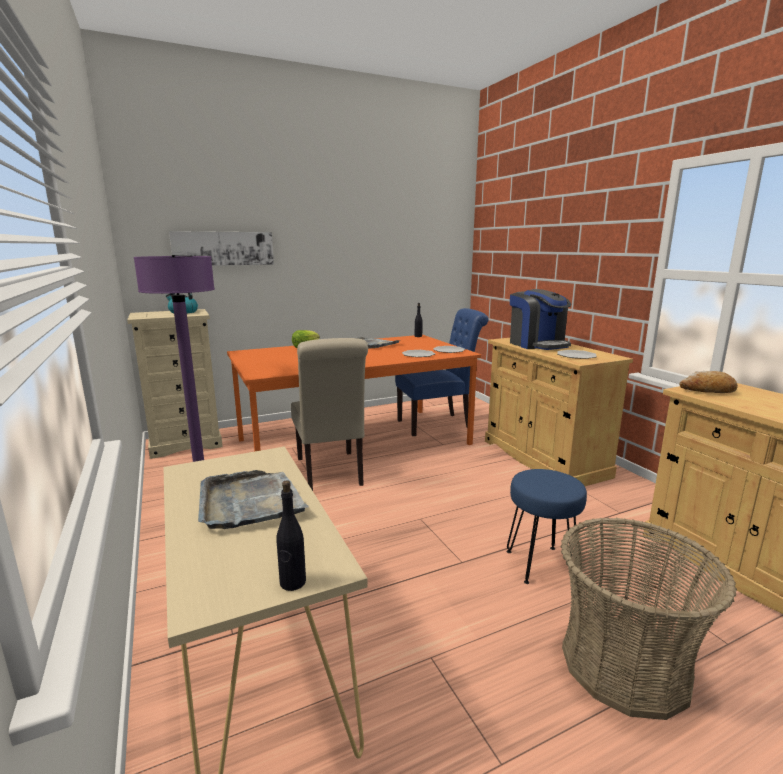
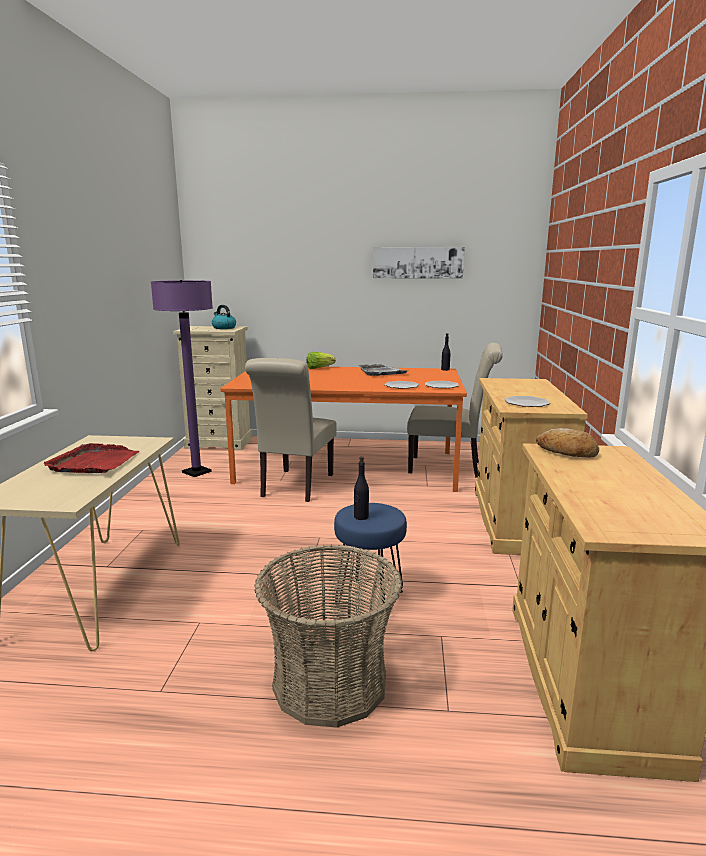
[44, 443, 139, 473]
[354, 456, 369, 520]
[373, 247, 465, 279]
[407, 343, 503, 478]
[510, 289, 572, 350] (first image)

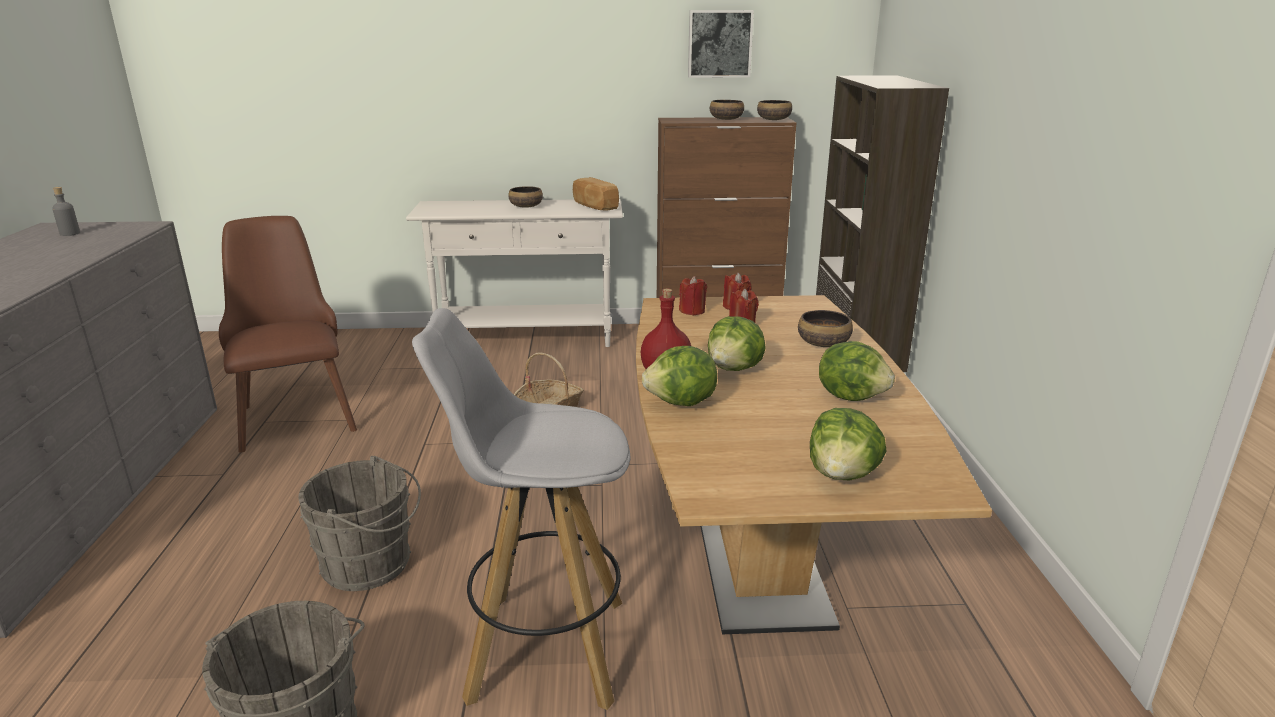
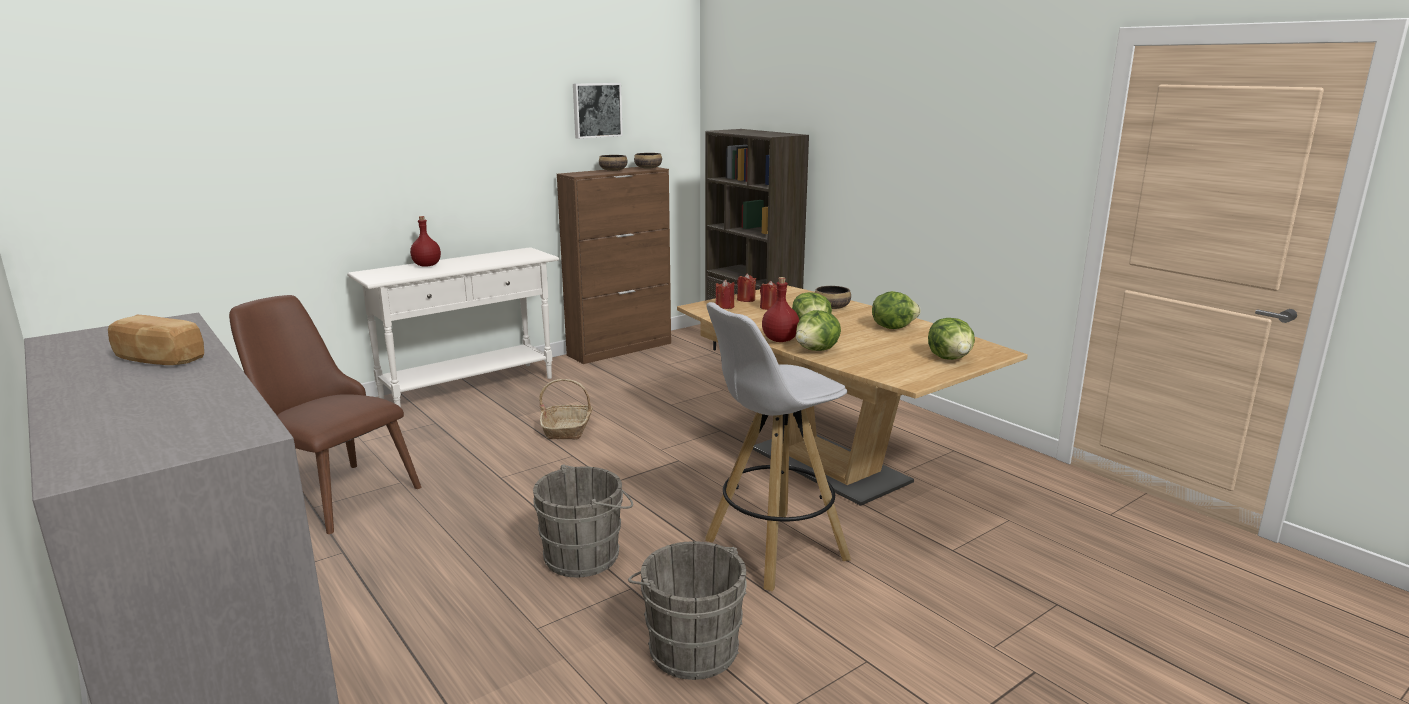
[108, 315, 204, 365]
[410, 216, 441, 267]
[52, 187, 80, 236] (first image)
[508, 186, 543, 208] (first image)

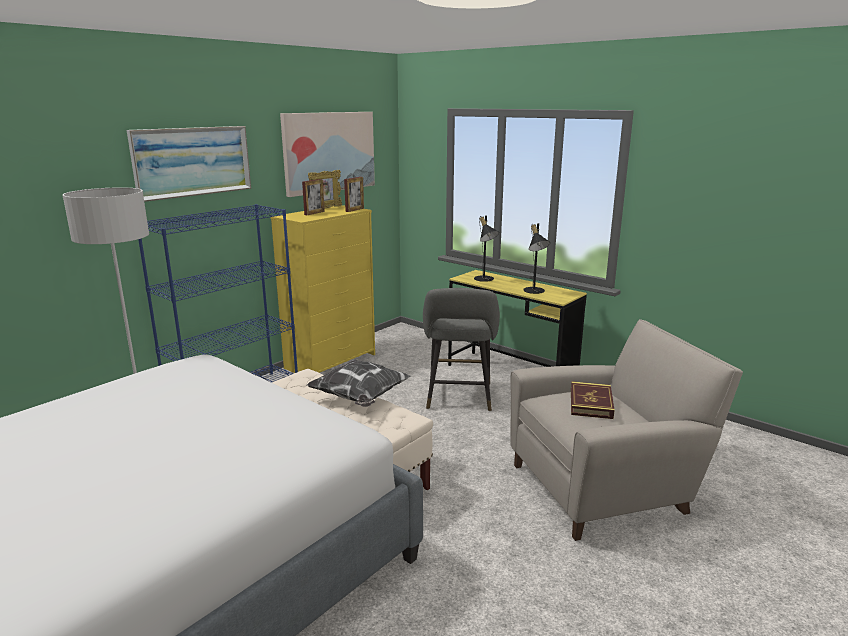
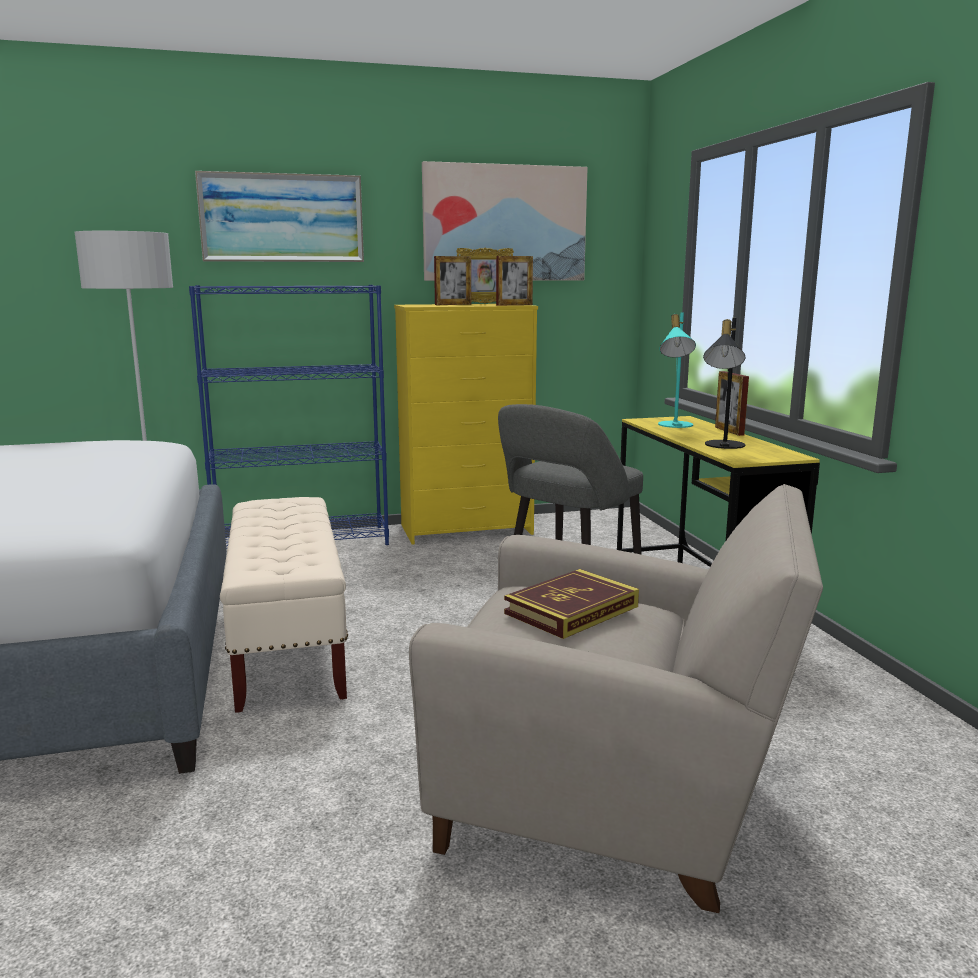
[658, 312, 696, 428]
[715, 371, 749, 436]
[307, 359, 411, 407] (first image)

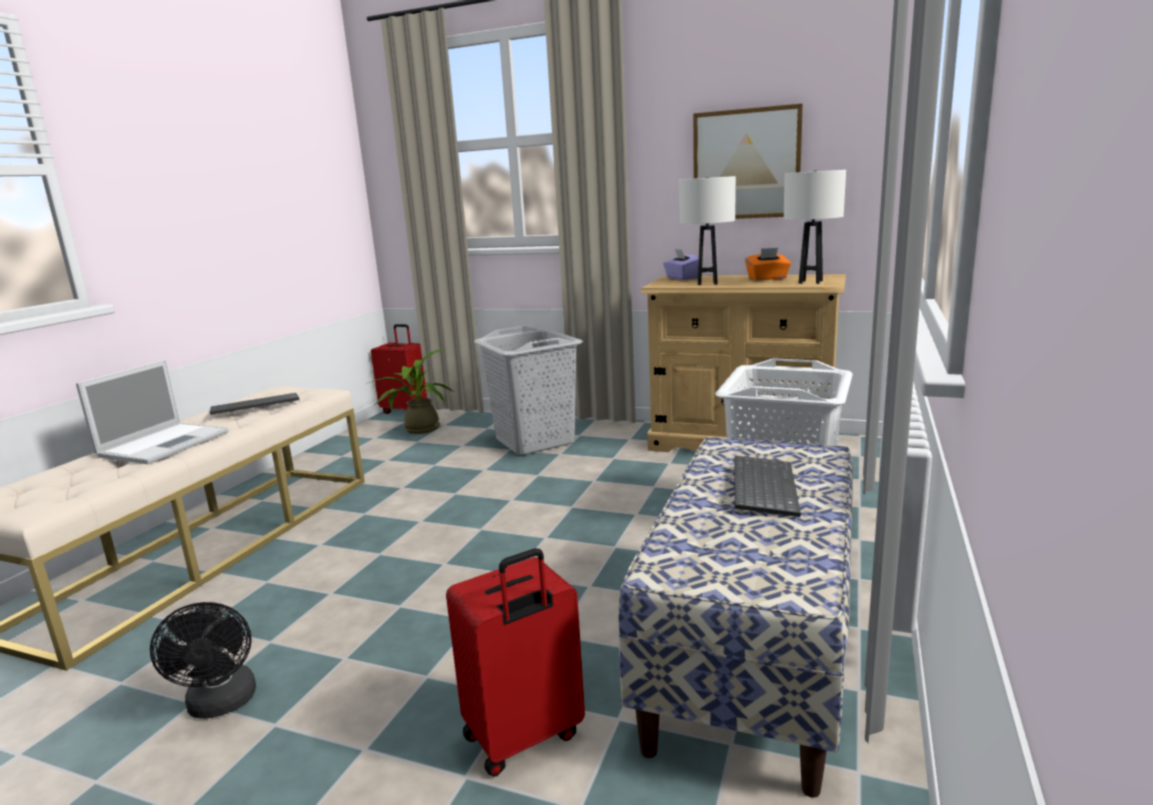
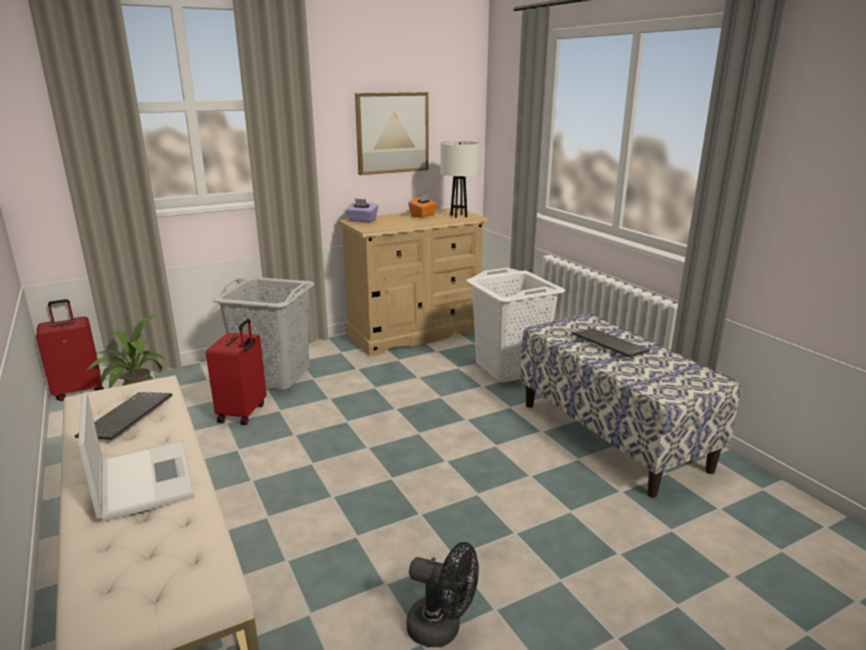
[206, 319, 266, 425]
[679, 176, 736, 285] (first image)

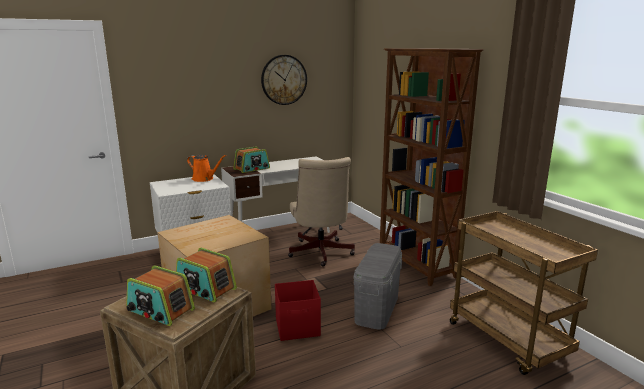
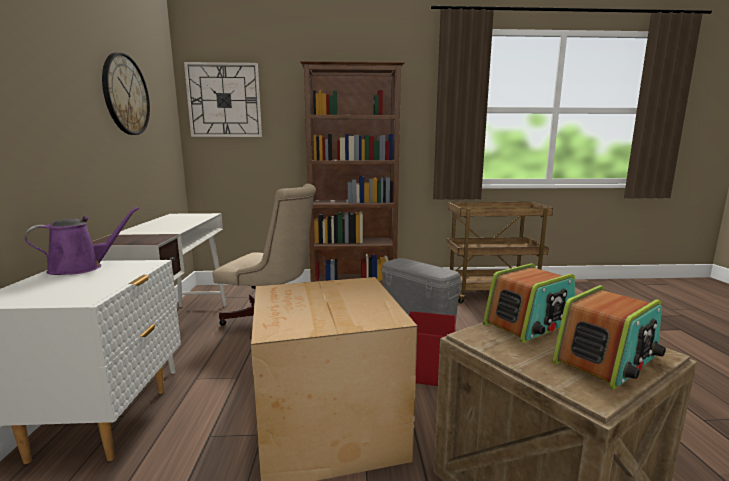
[25, 207, 140, 275]
[184, 62, 262, 137]
[233, 147, 270, 173] (first image)

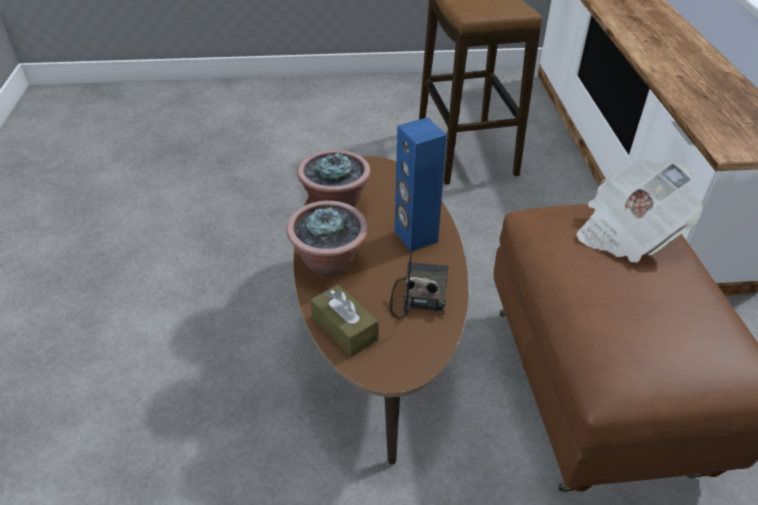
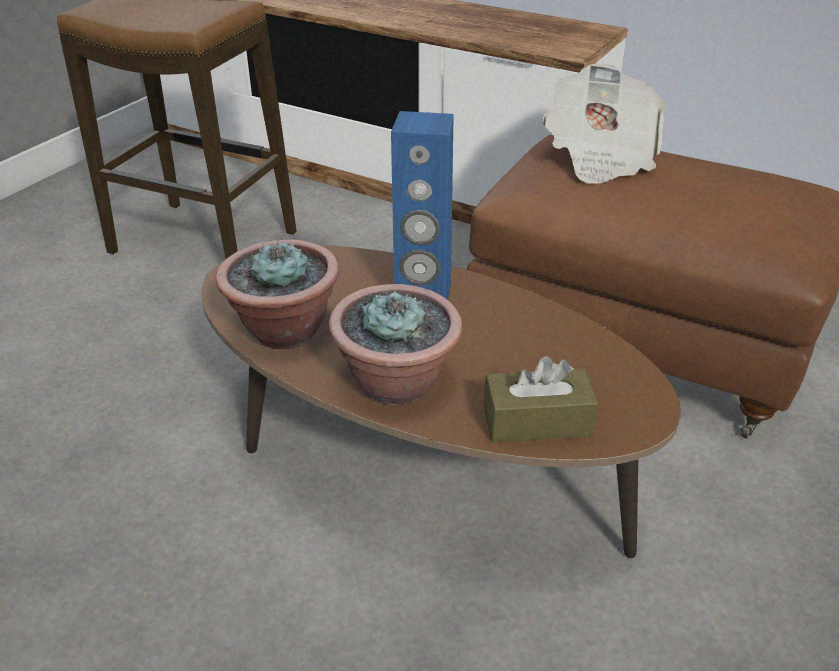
[390, 250, 448, 319] (first image)

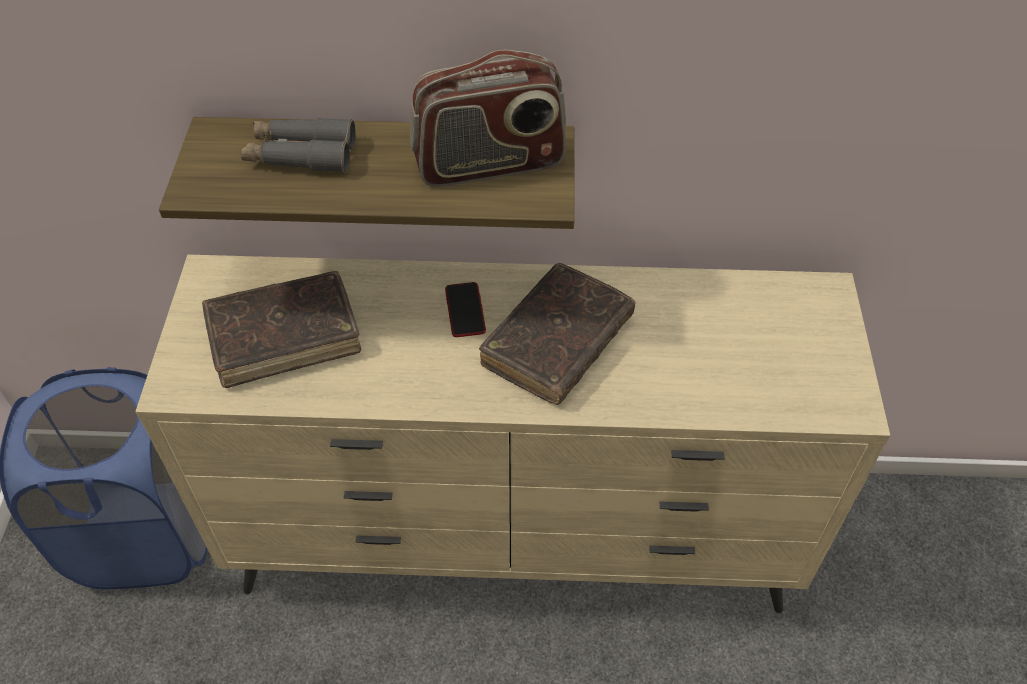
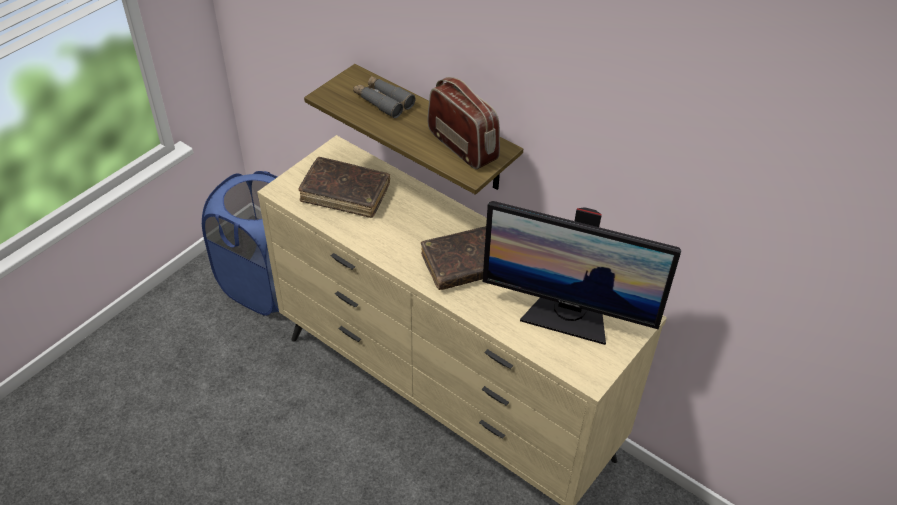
[428, 77, 500, 169]
[483, 201, 681, 345]
[445, 282, 486, 337] (first image)

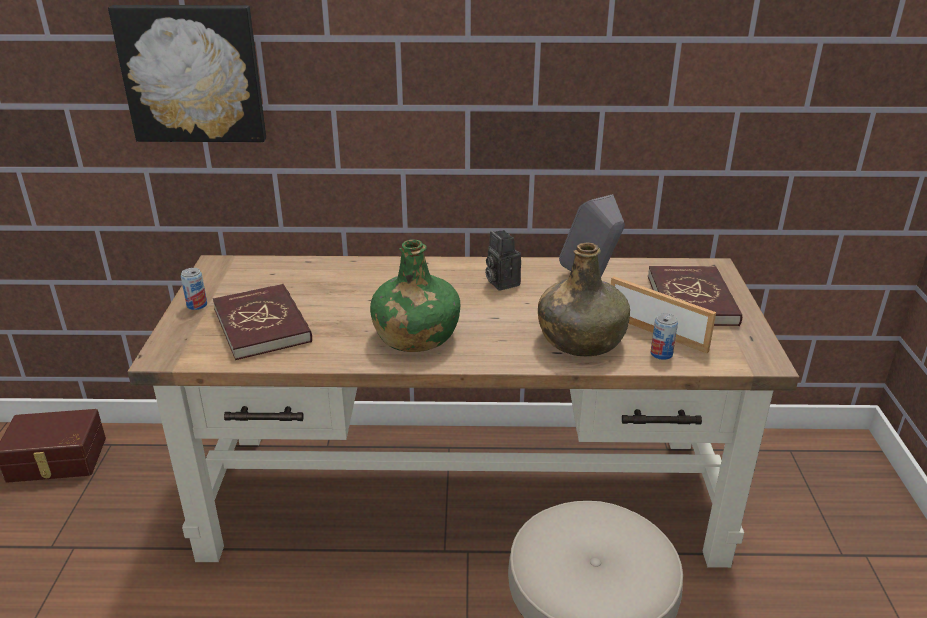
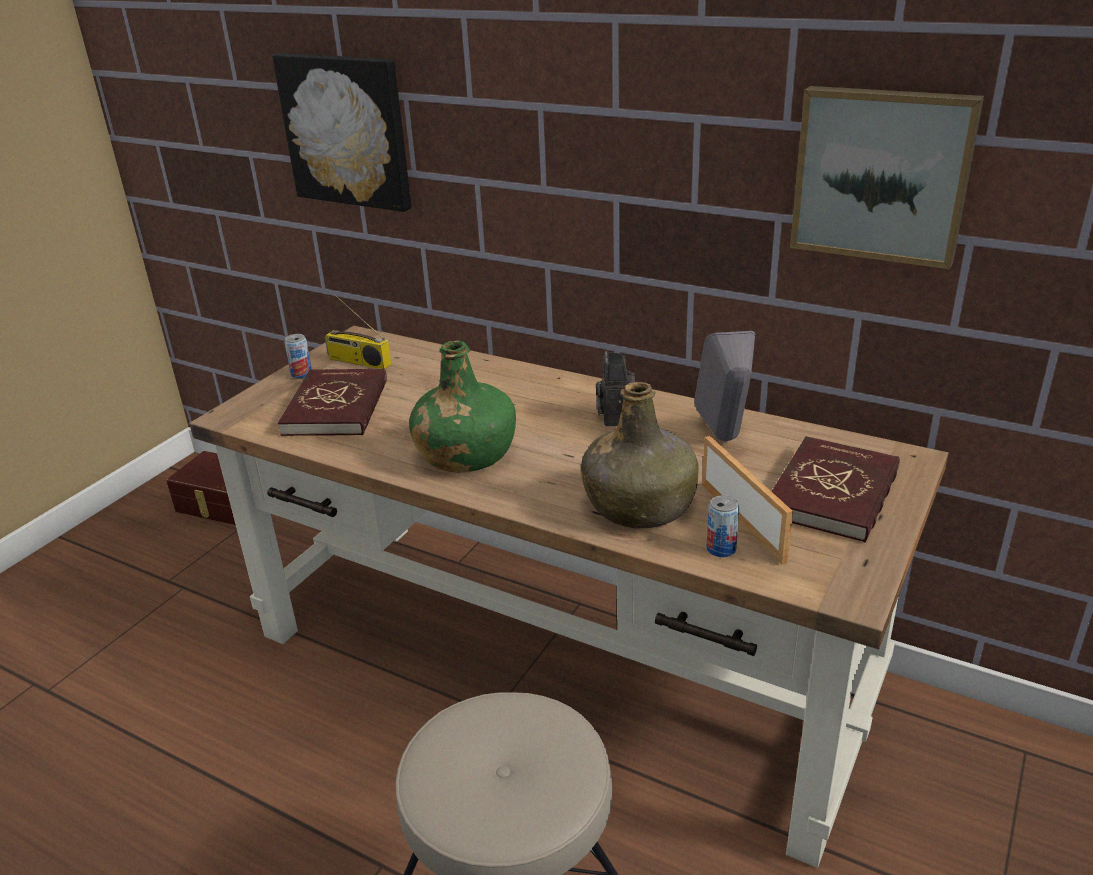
[325, 294, 391, 369]
[790, 86, 984, 269]

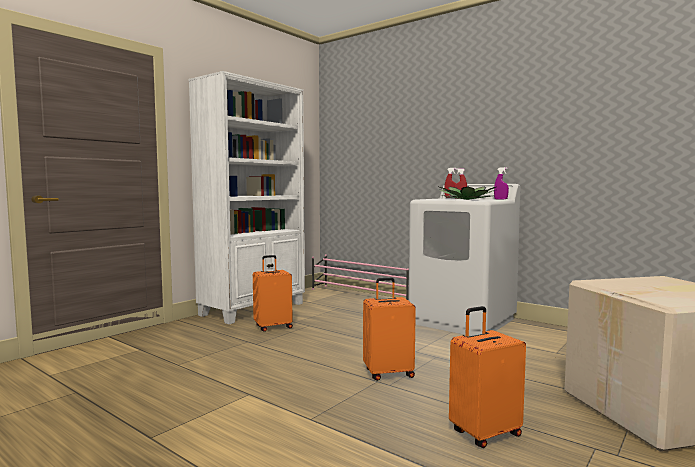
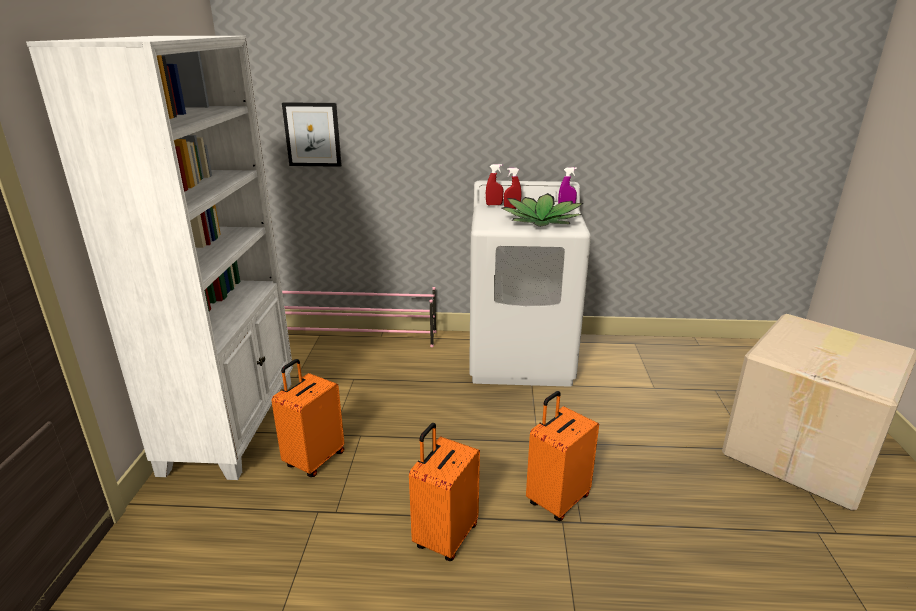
[282, 102, 342, 167]
[409, 423, 480, 561]

